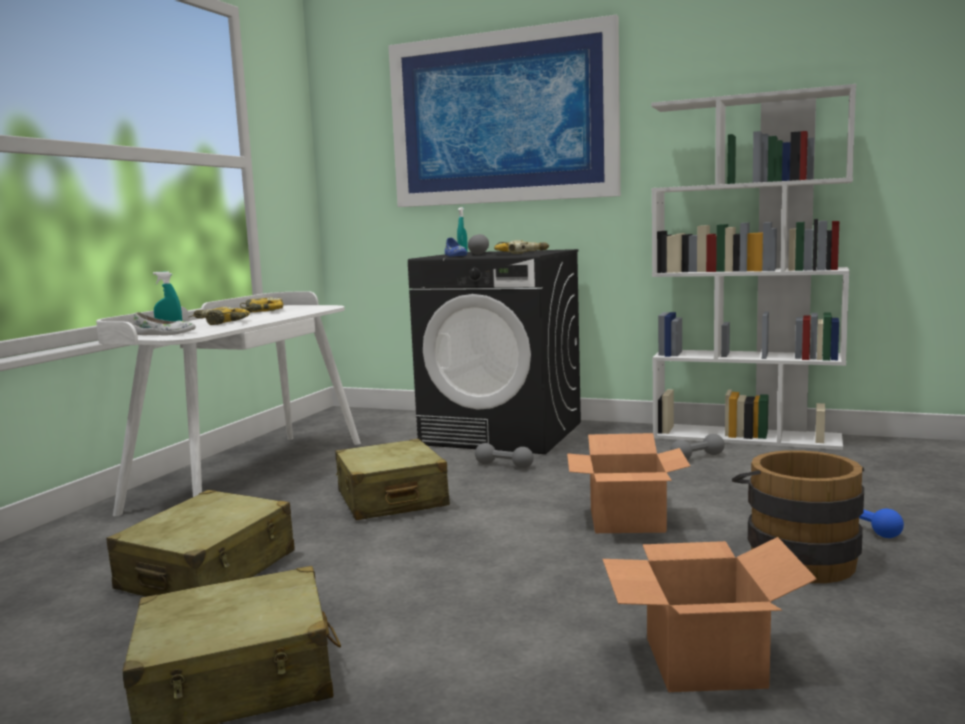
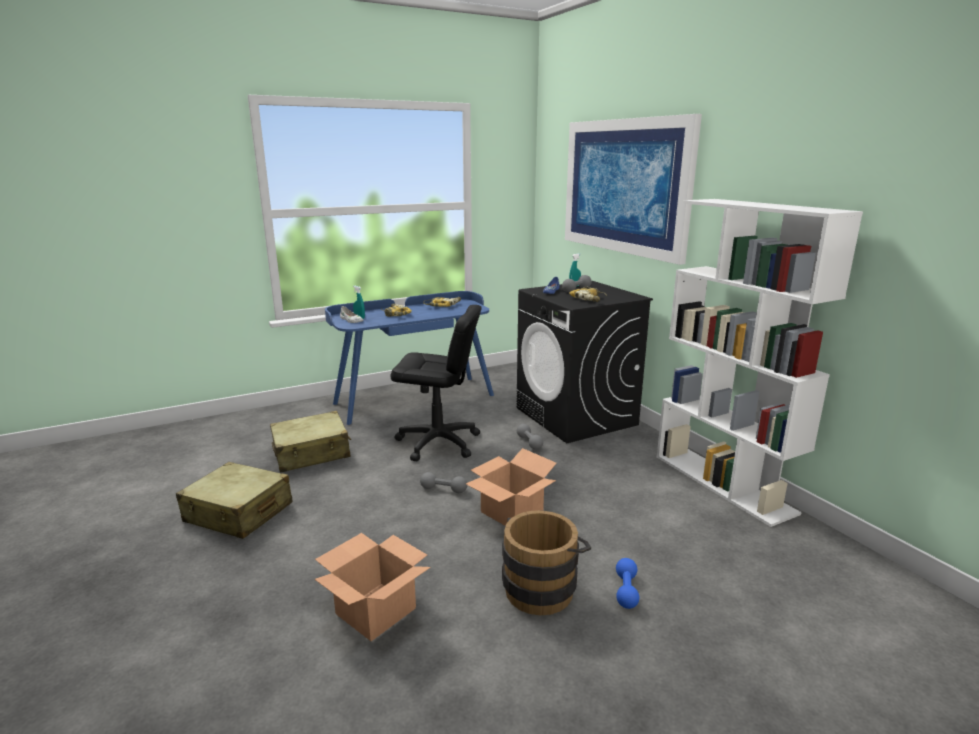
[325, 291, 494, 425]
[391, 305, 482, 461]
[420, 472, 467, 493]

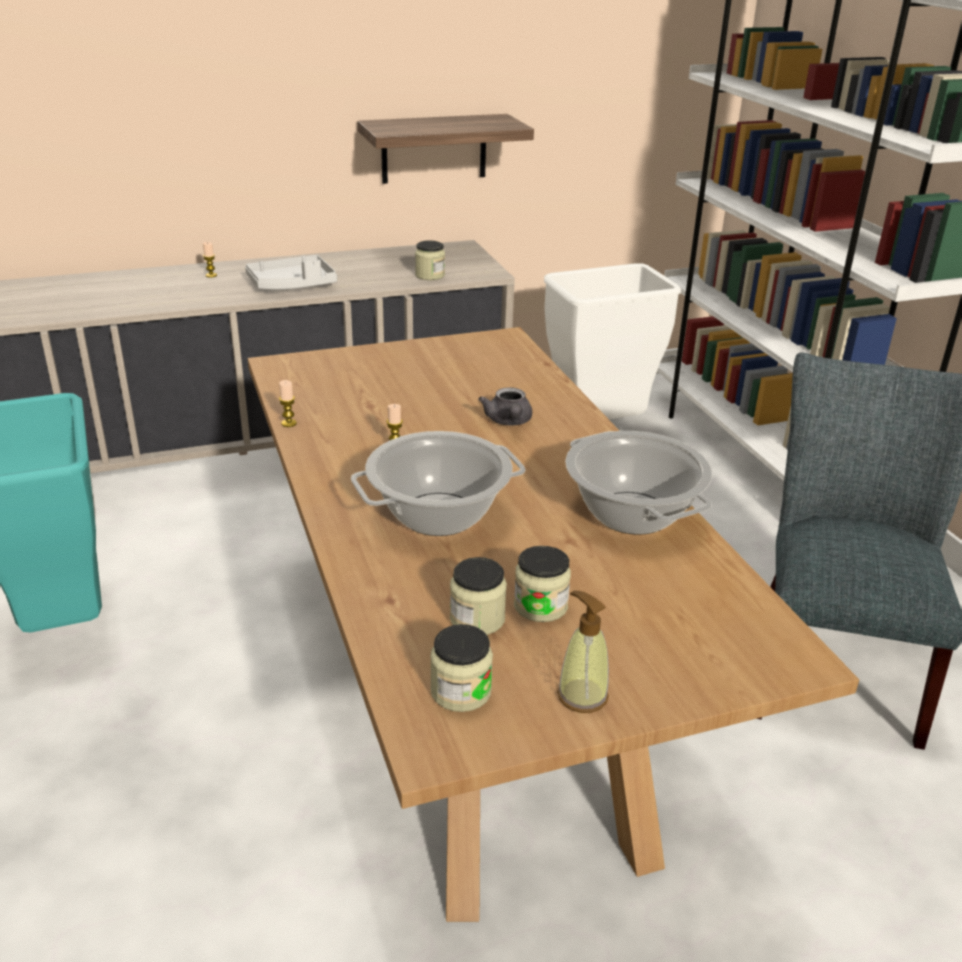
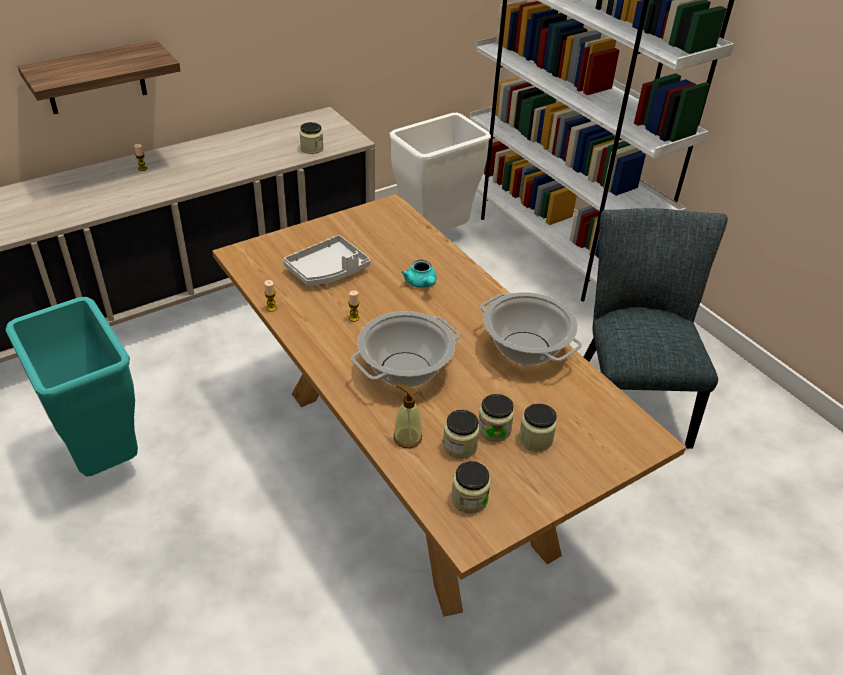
[18, 40, 181, 114]
[283, 235, 370, 286]
[393, 384, 422, 448]
[401, 260, 437, 288]
[519, 403, 557, 451]

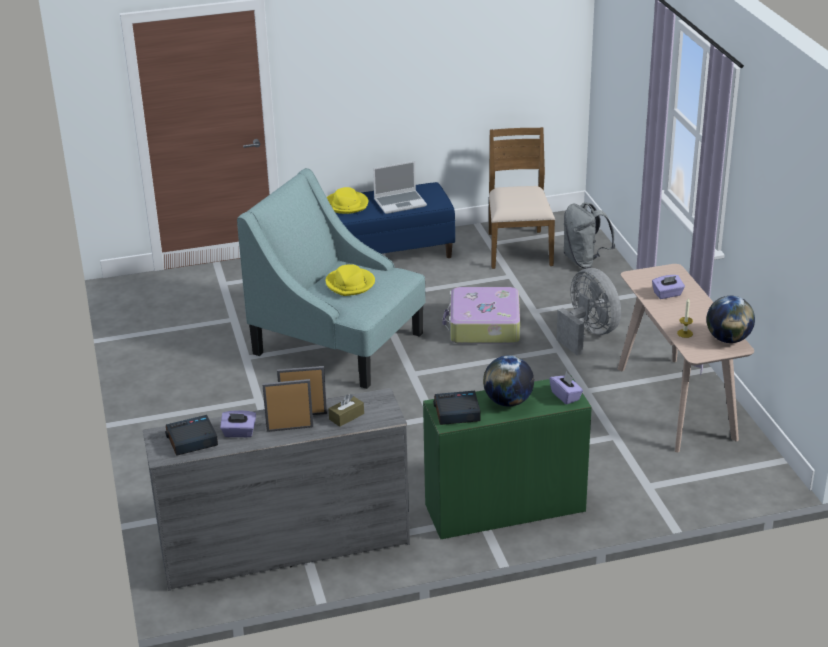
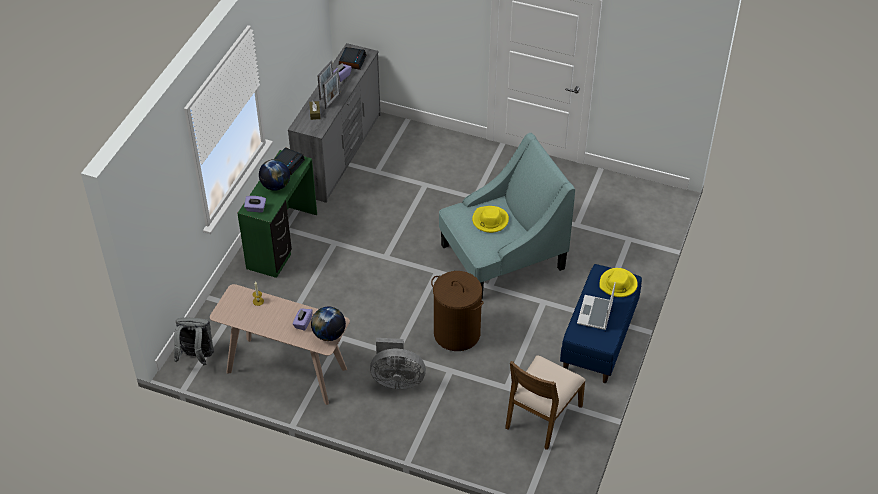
[174, 317, 214, 365]
[311, 306, 346, 341]
[431, 271, 484, 351]
[505, 355, 586, 450]

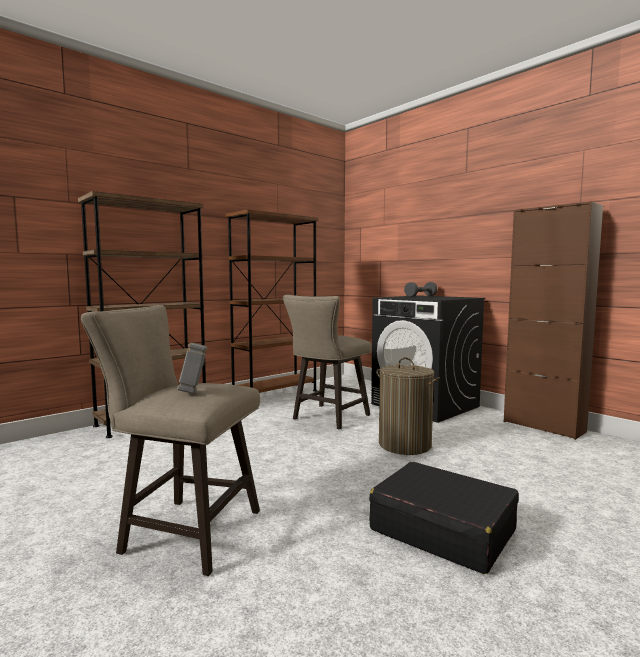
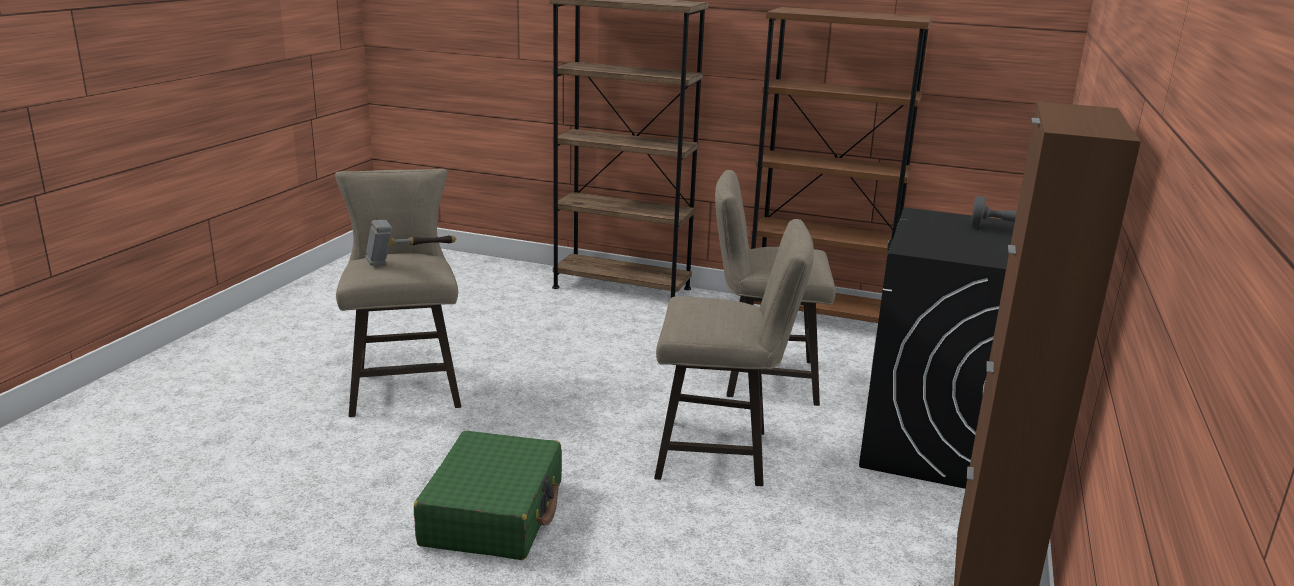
[414, 431, 562, 560]
[654, 219, 814, 486]

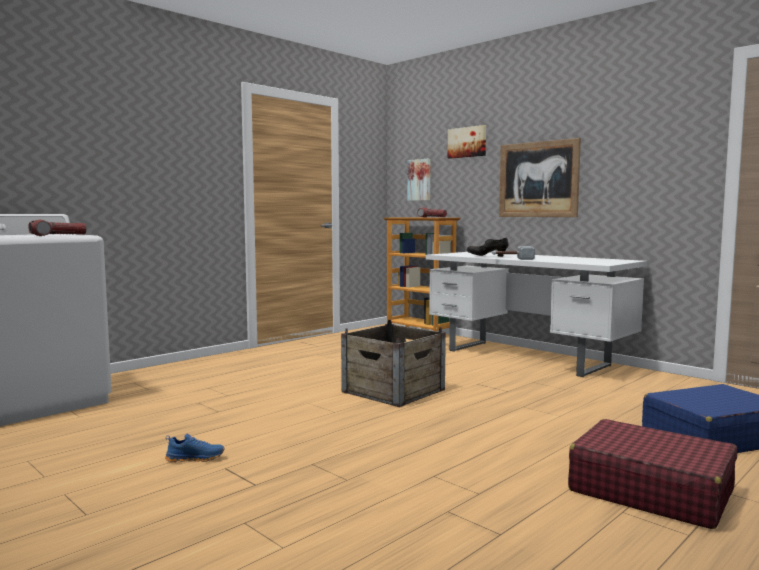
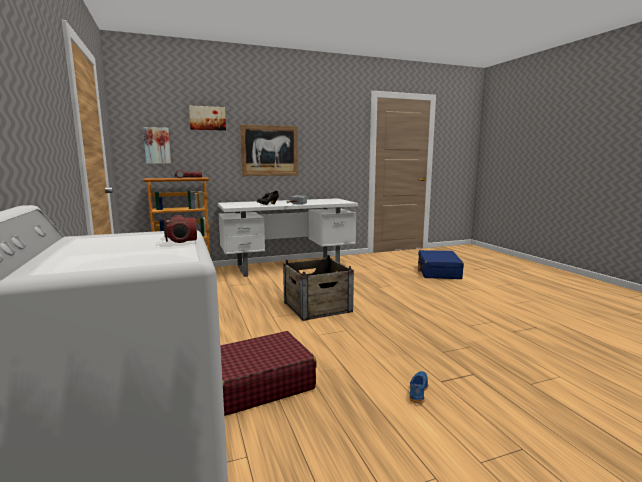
[221, 331, 317, 416]

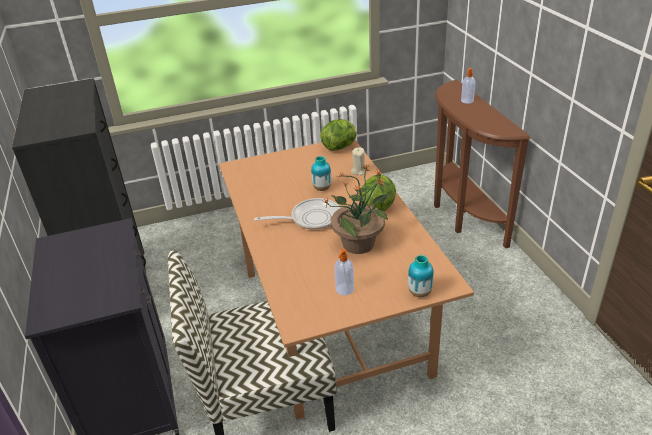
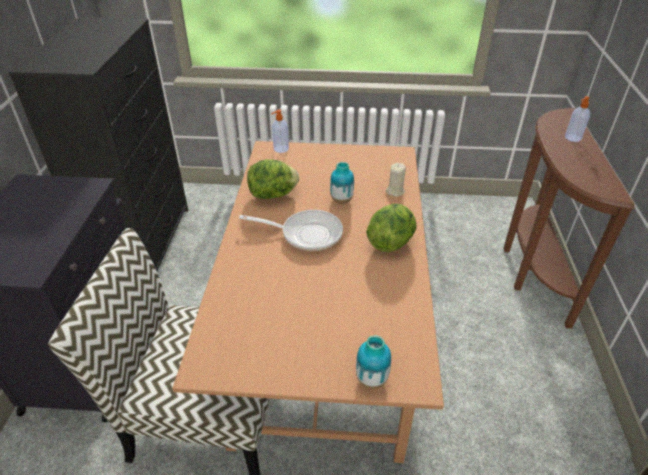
[247, 159, 299, 199]
[271, 109, 289, 153]
[323, 165, 391, 254] (first image)

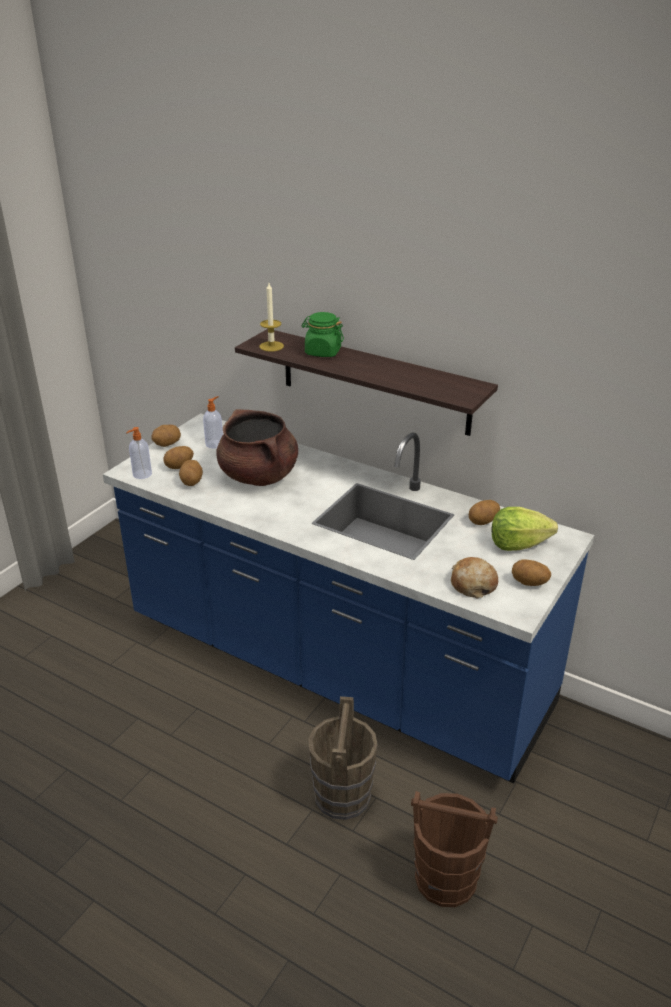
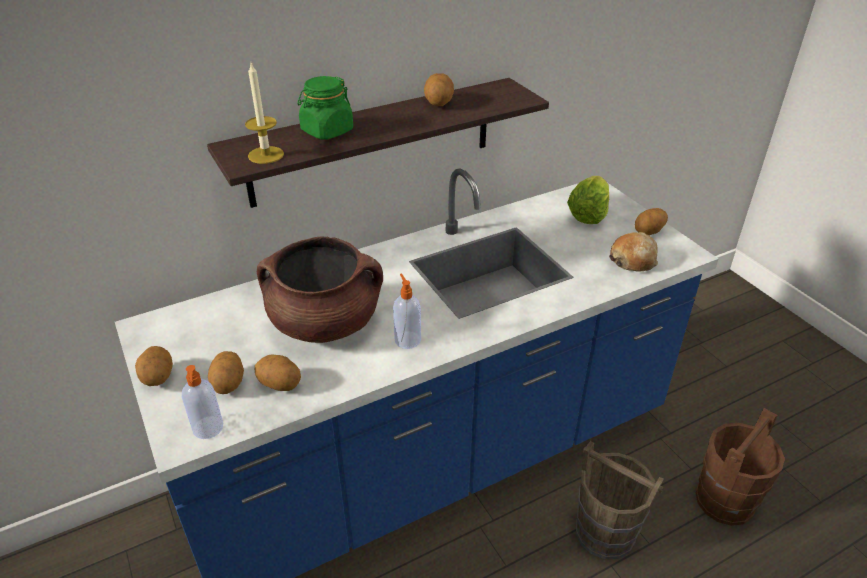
[393, 274, 421, 349]
[424, 73, 454, 106]

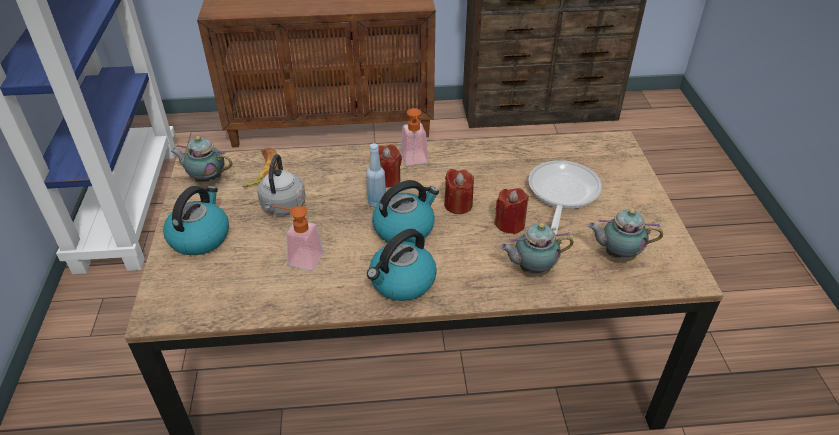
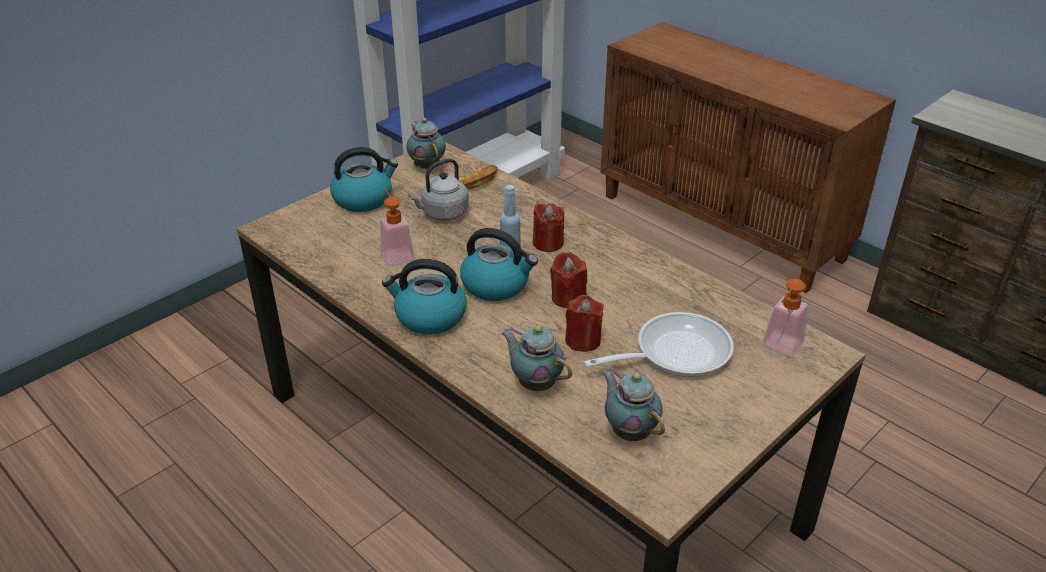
[763, 279, 808, 356]

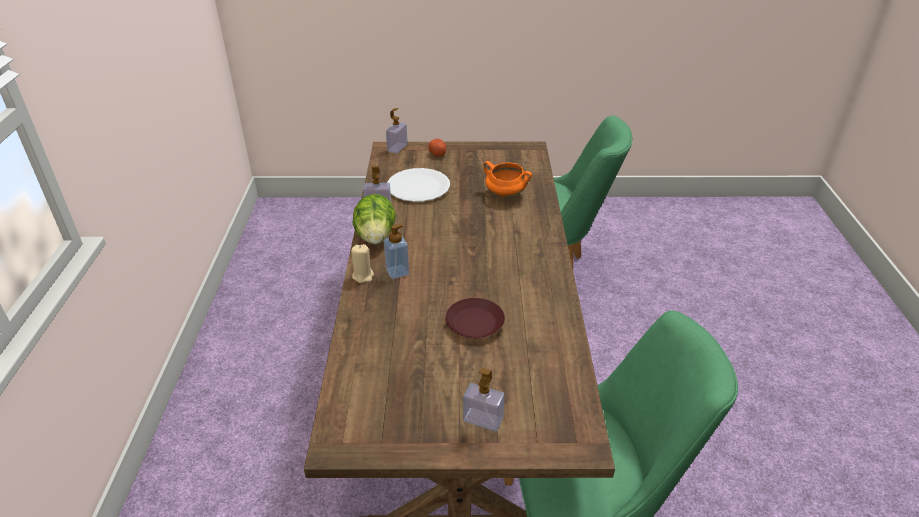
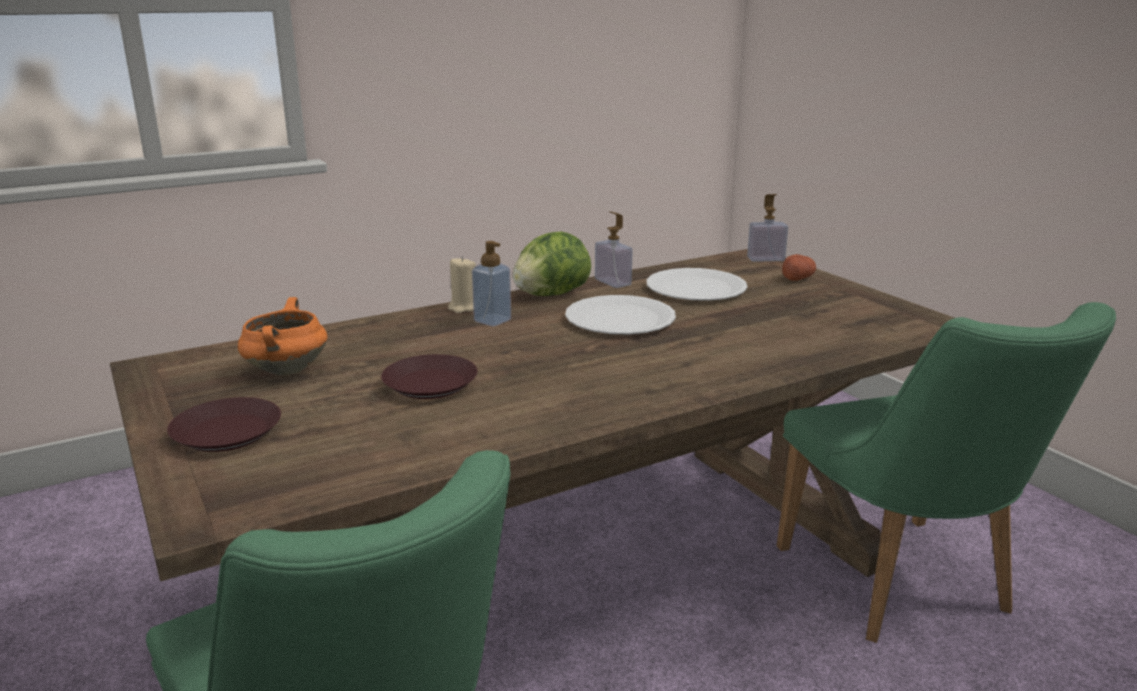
[167, 397, 281, 452]
[238, 297, 328, 375]
[565, 295, 676, 335]

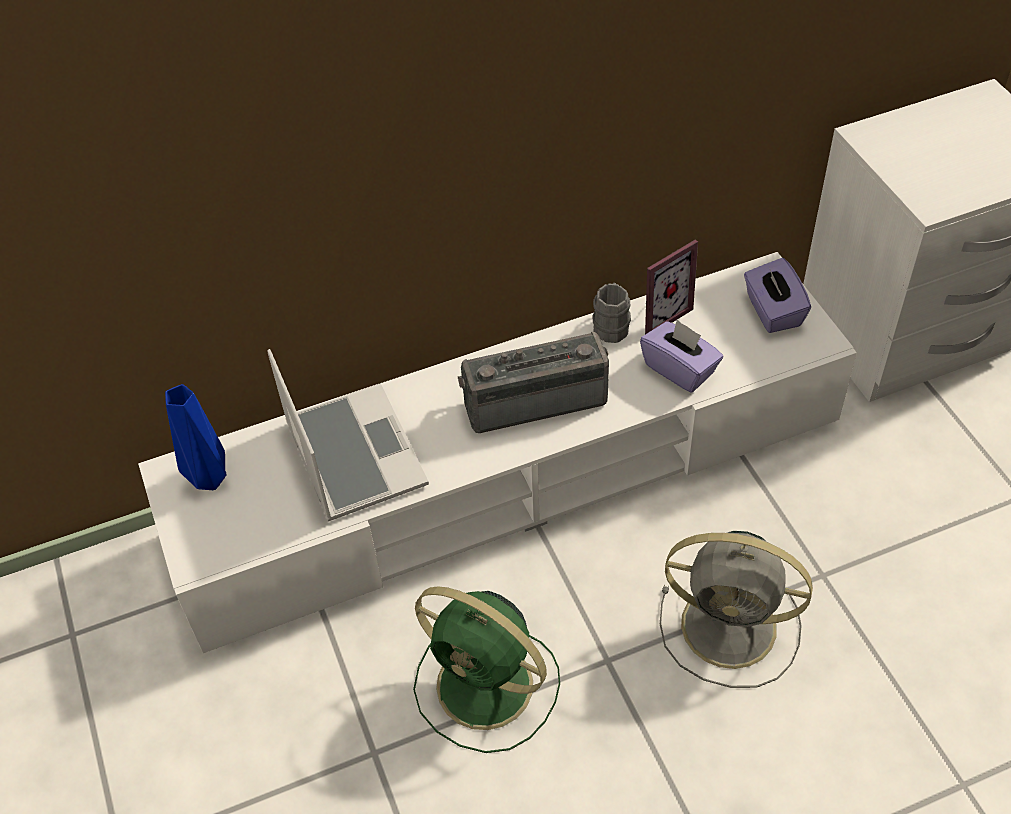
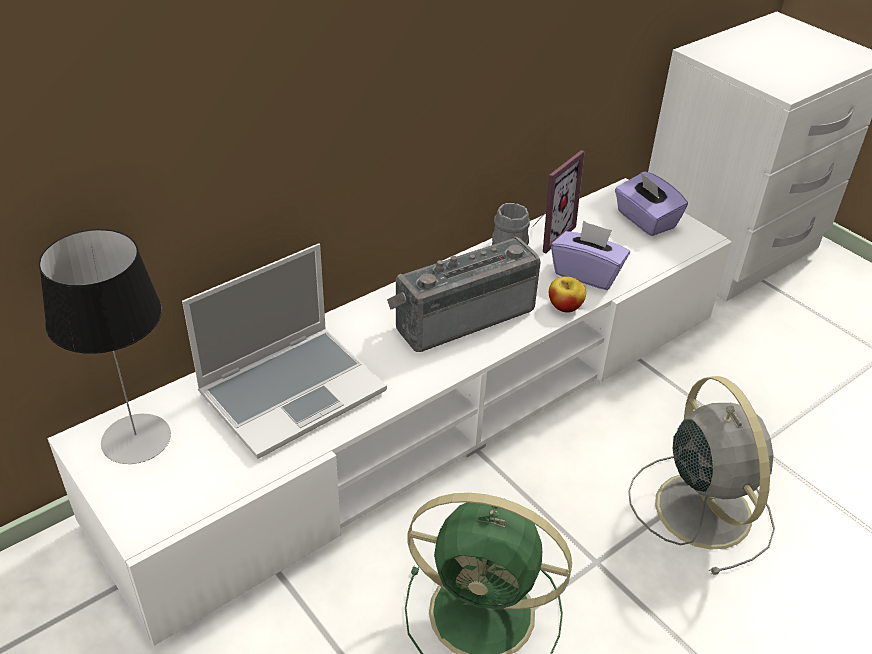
[39, 229, 171, 464]
[182, 244, 387, 459]
[549, 276, 586, 313]
[628, 376, 775, 575]

